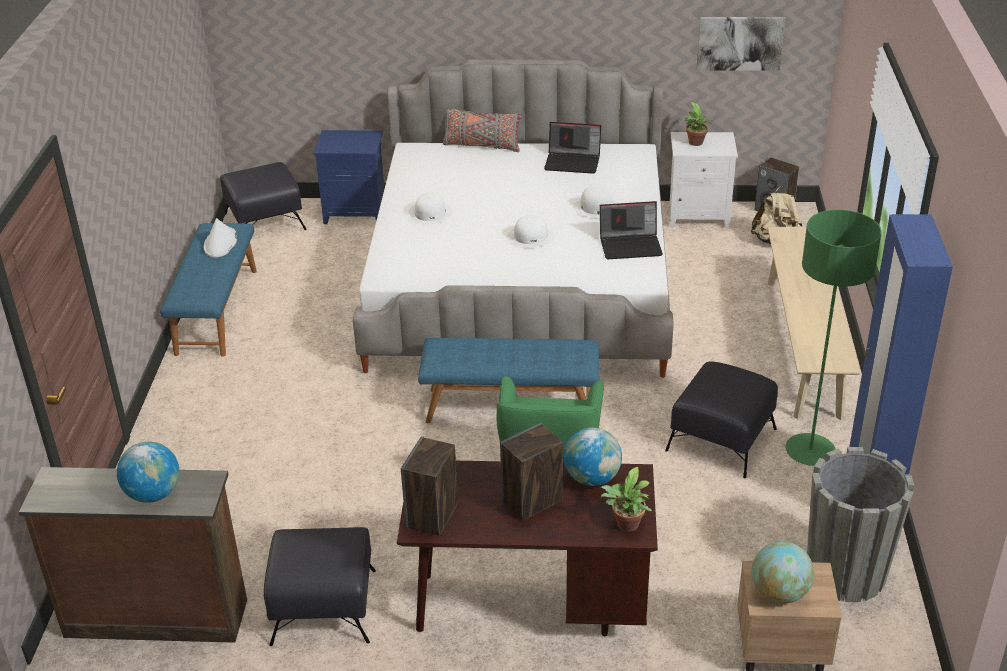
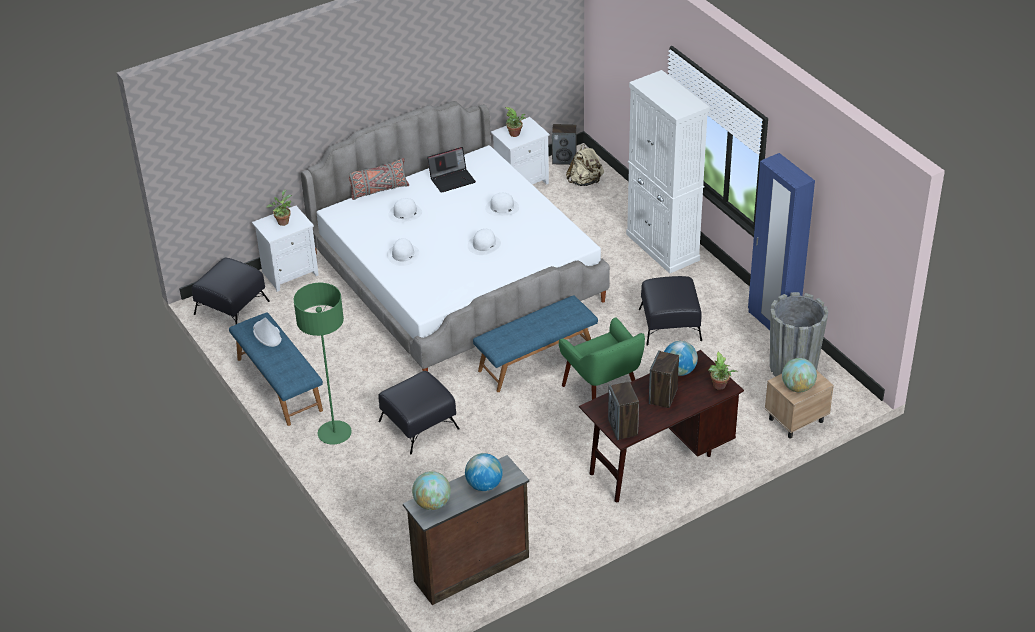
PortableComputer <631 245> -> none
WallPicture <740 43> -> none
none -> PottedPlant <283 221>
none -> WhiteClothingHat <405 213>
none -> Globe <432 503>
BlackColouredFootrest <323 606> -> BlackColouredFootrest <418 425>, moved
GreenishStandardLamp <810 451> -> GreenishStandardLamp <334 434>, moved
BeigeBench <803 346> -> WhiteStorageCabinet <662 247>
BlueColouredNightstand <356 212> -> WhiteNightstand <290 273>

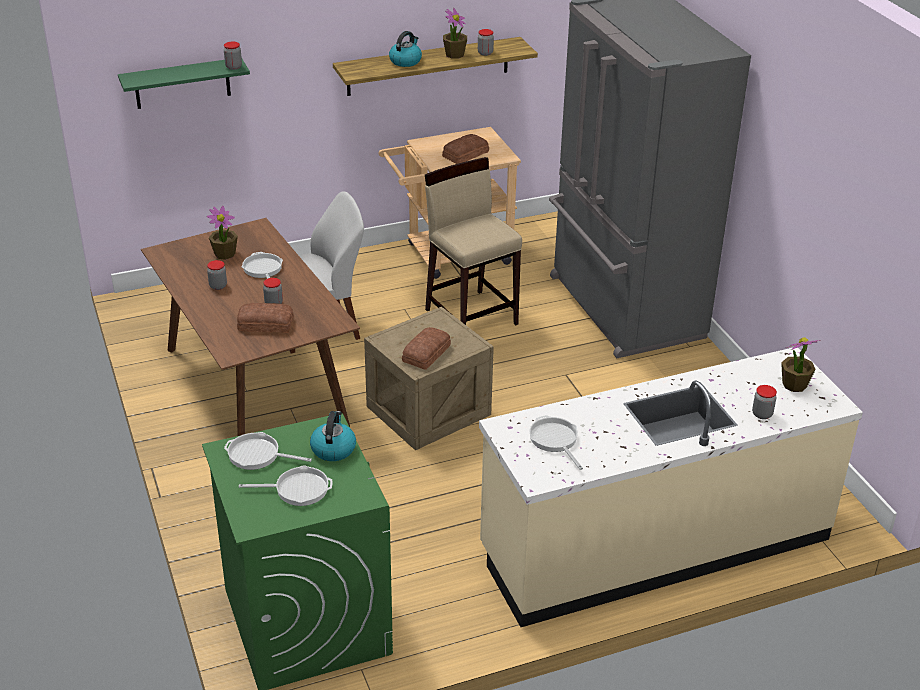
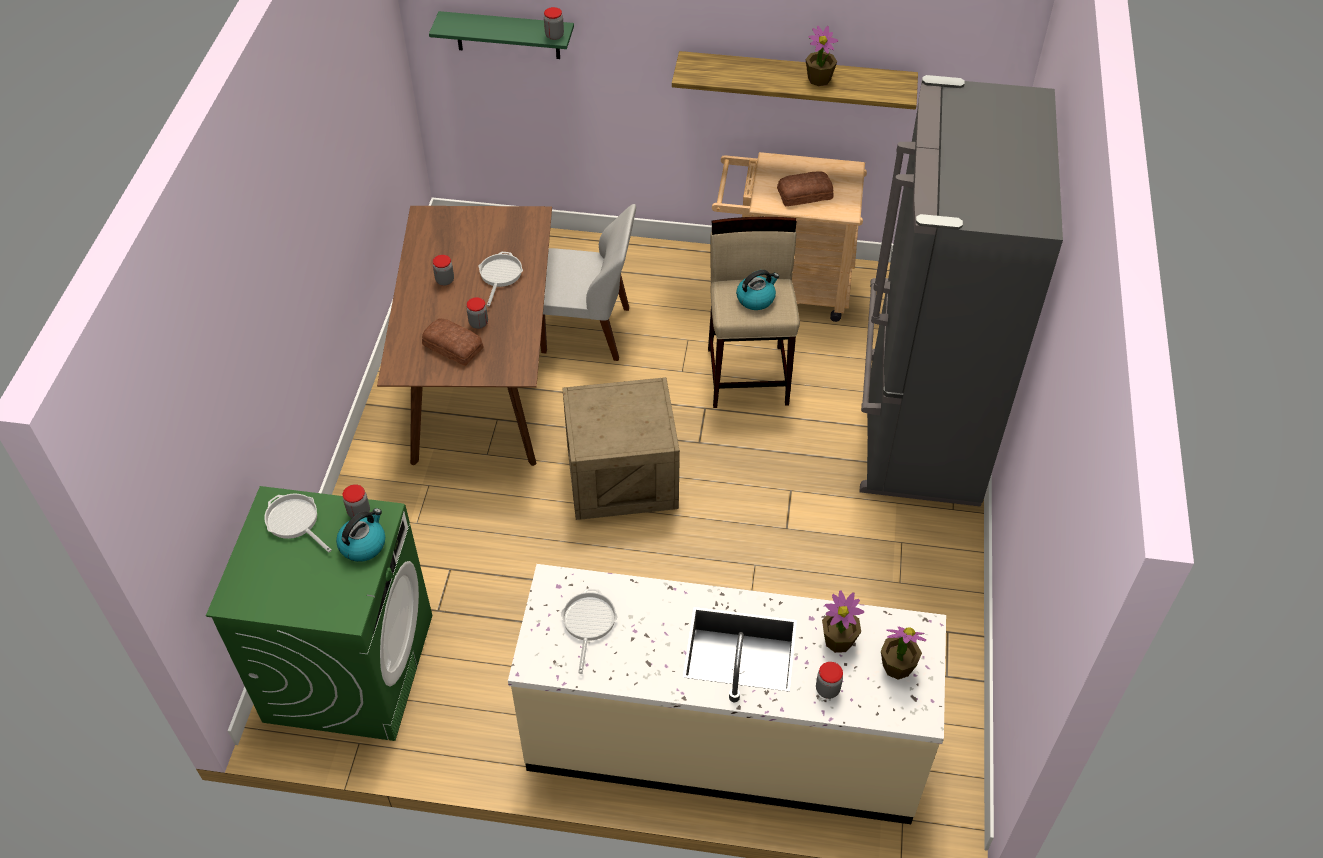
FryingPan <298 489> -> none
Bread <427 353> -> none
PottedPlant <225 254> -> PottedPlant <838 640>, moved
WaterKettle <405 61> -> WaterKettle <756 298>, moved
StorageJar <485 53> -> StorageJar <359 512>, moved

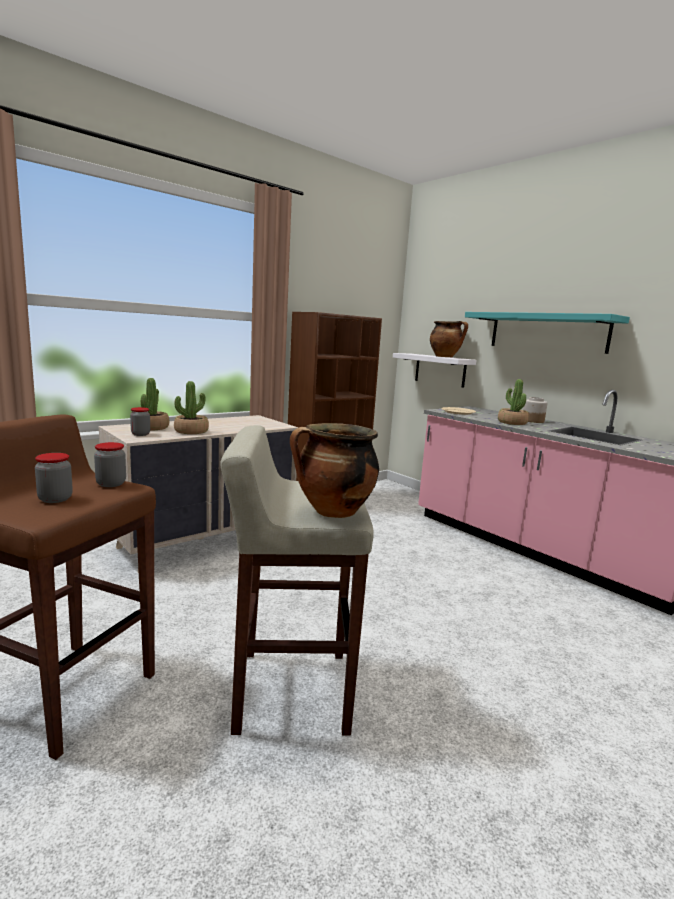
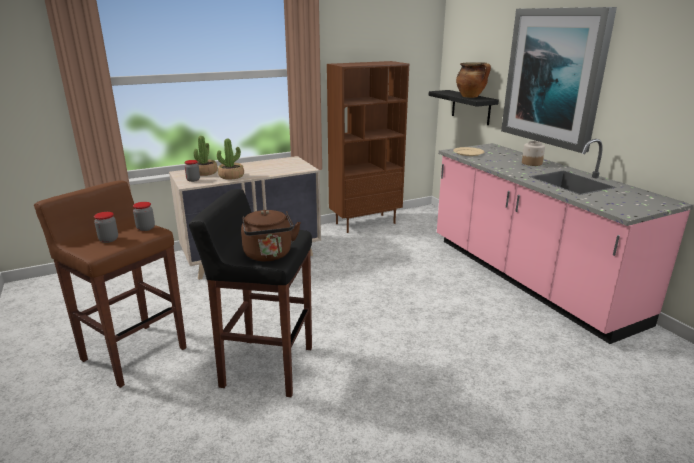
PottedPlant <512 423> -> none
CookingPot <333 512> -> BrownColouredWaterKettle <269 255>
TurquoiseColouredShelf <547 332> -> WallPicture <554 77>
BeigeStoolSeat <290 690> -> BlackColouredStoolSeat <266 366>
WhiteShelf <440 370> -> BlackColouredShelf <471 107>

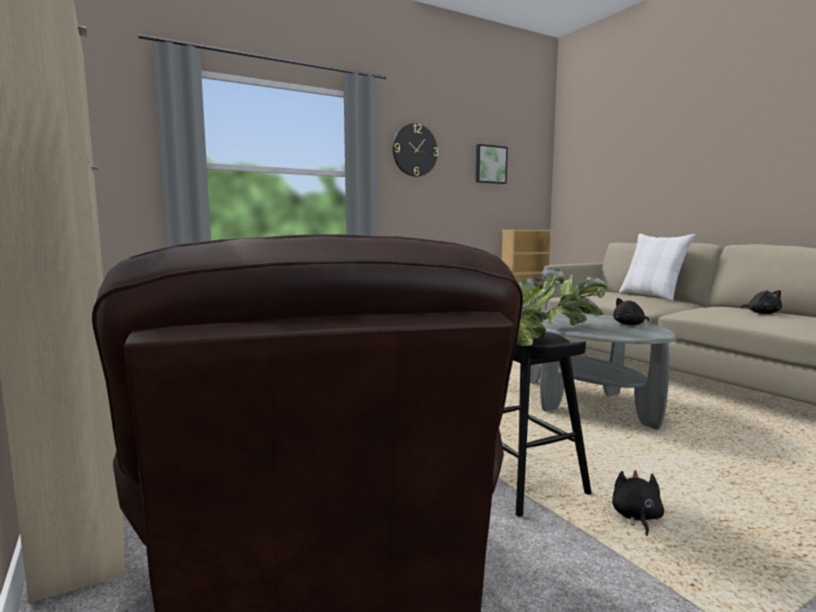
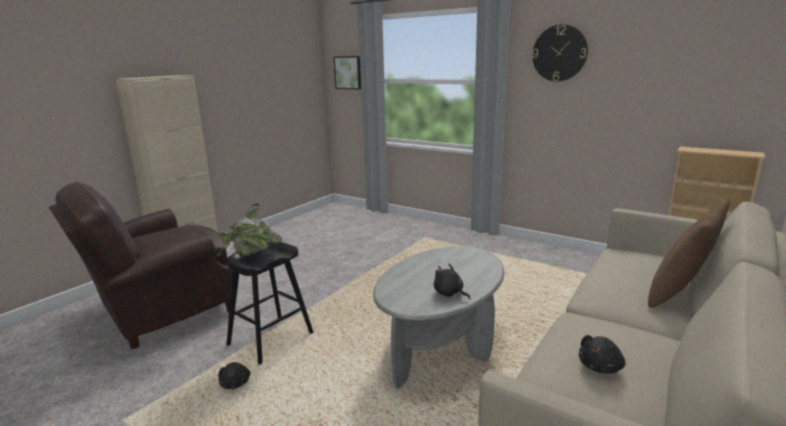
PottedPlant <574 327> -> none
WallPicture <490 164> -> WallPicture <348 72>, moved
WhiteCushion <651 296> -> BrownColouredCushion <679 294>
BlackColouredPlushToy <636 517> -> BlackColouredPlushToy <236 383>, 90 degrees clockwise

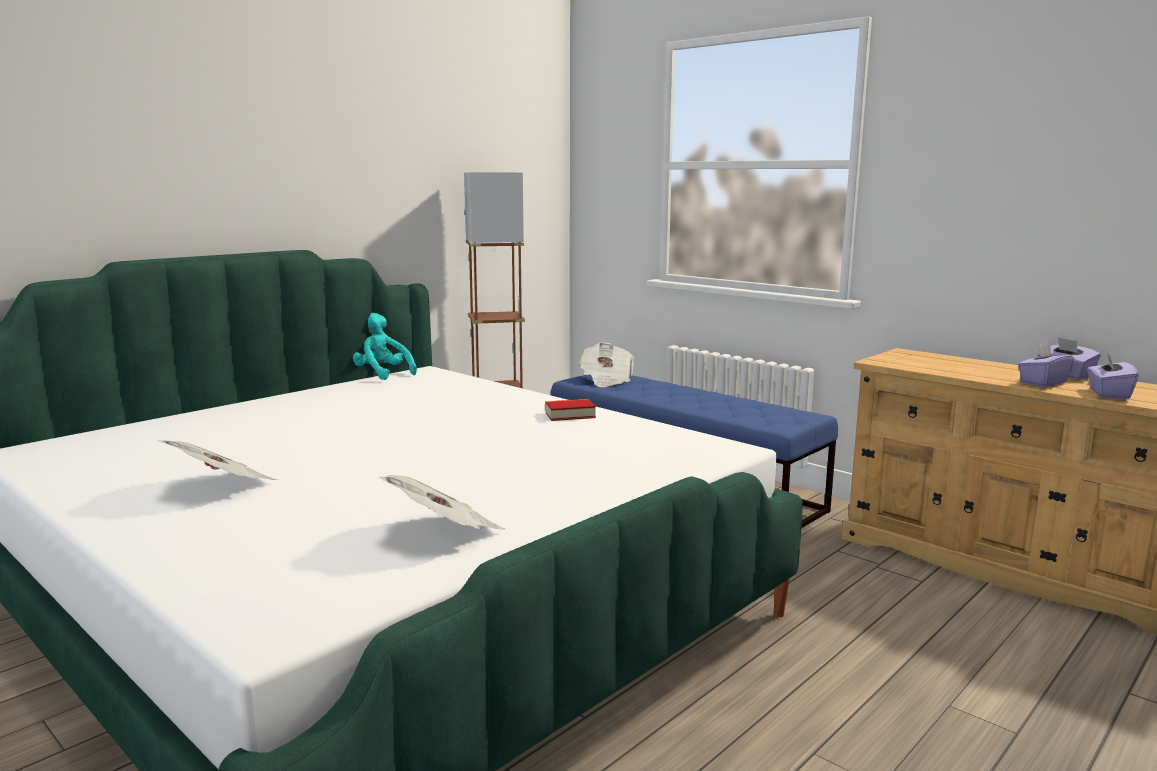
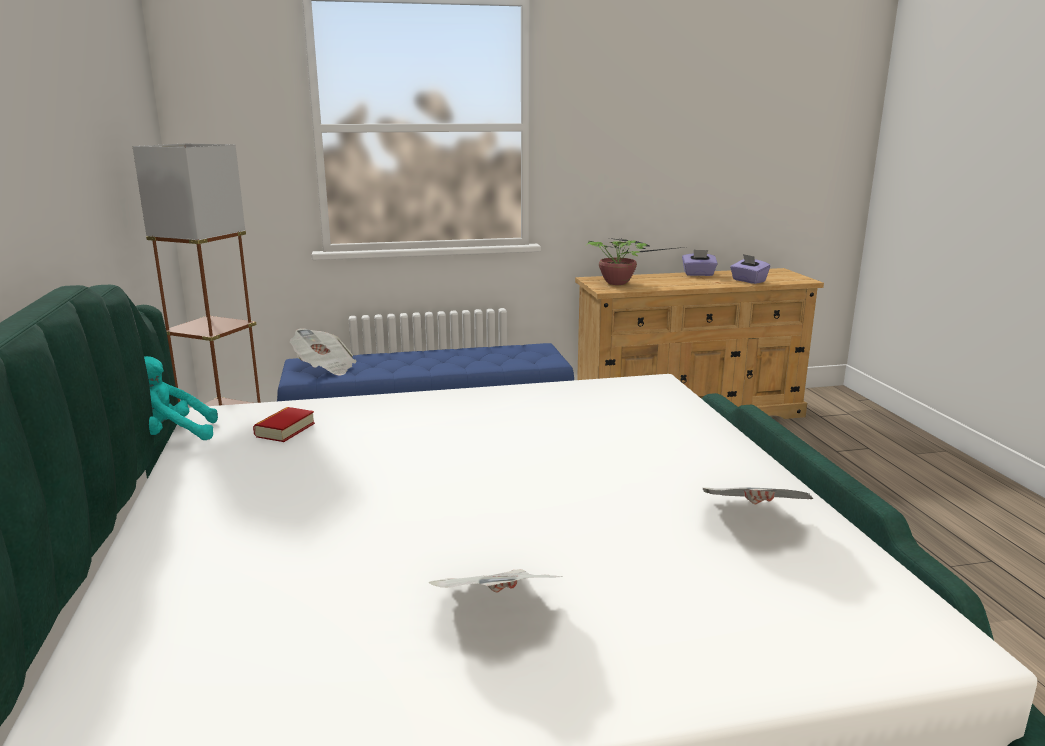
PurplishBoxOfTissues <1042 382> -> none
none -> PottedPlant <619 283>
Book <570 415> -> Book <285 430>, moved

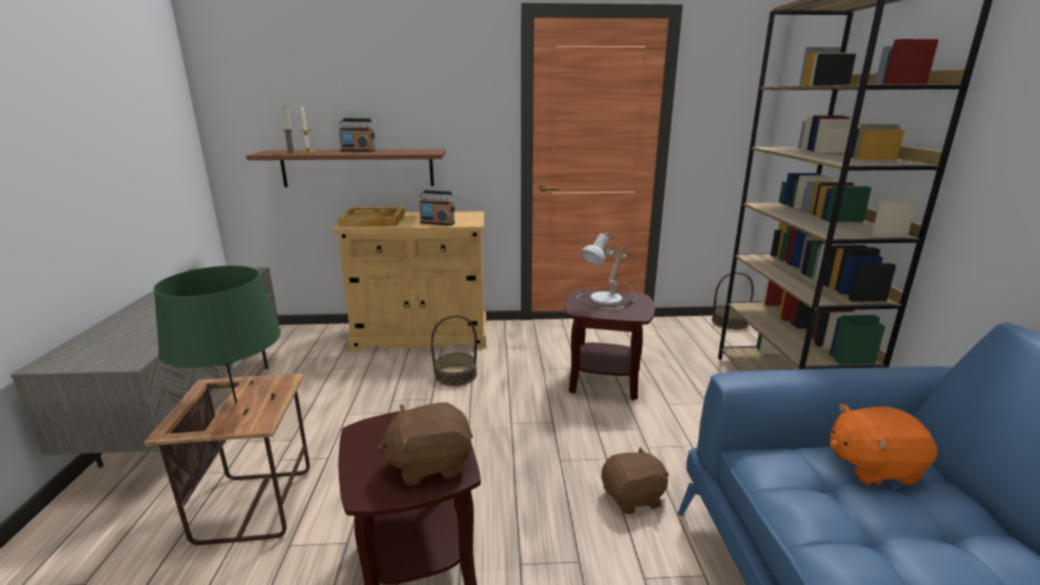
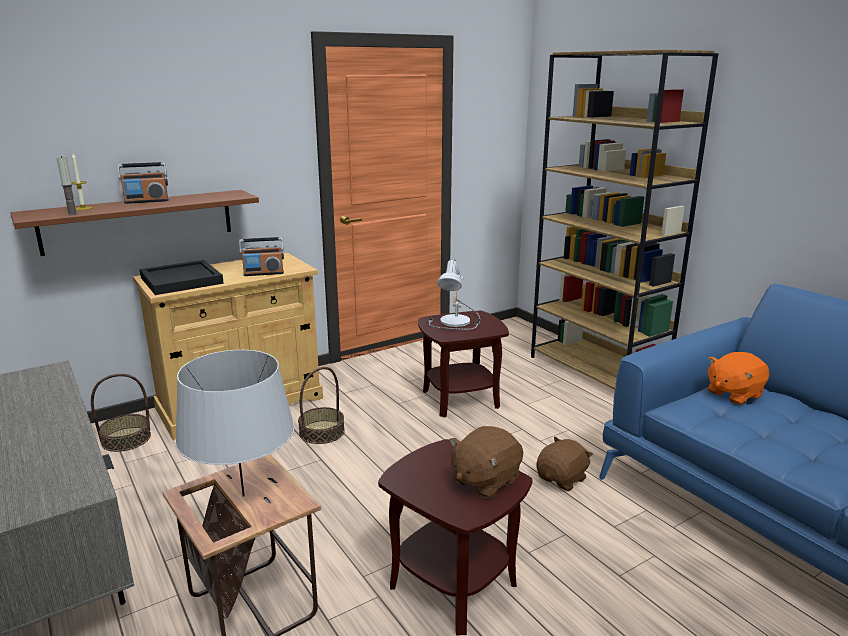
HouseholdBasket <729 322> -> HouseholdBasket <126 439>, moved
GreenishTableLamp <236 402> -> GreyTableLamp <244 496>
BeigeCarryingTray <373 220> -> BlackColouredCarryingTray <182 280>

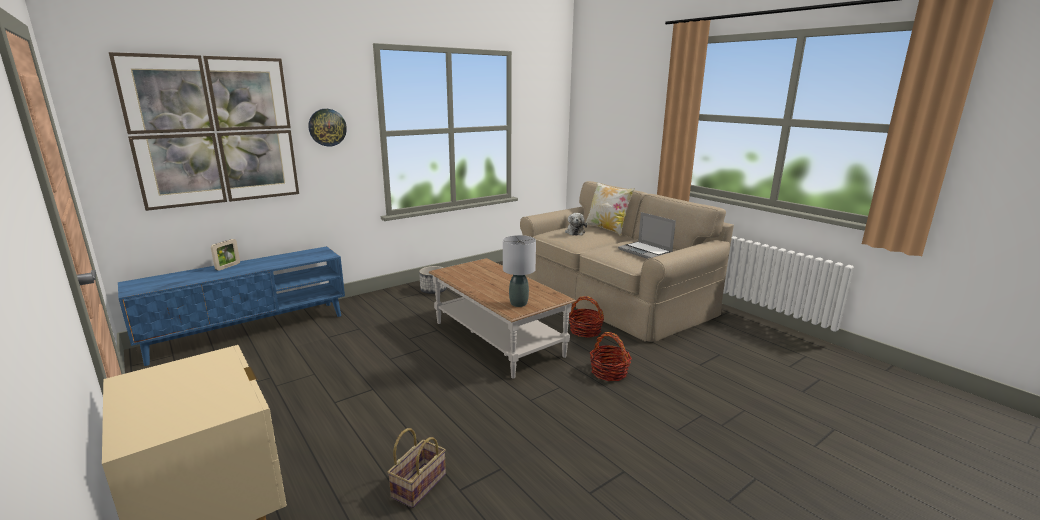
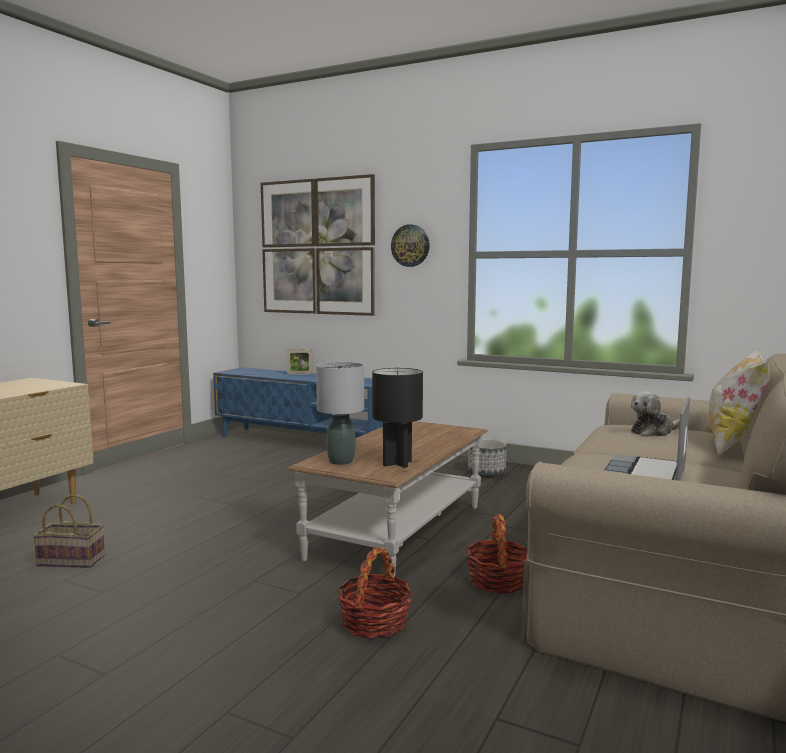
none -> BlackColouredTableLamp <396 463>

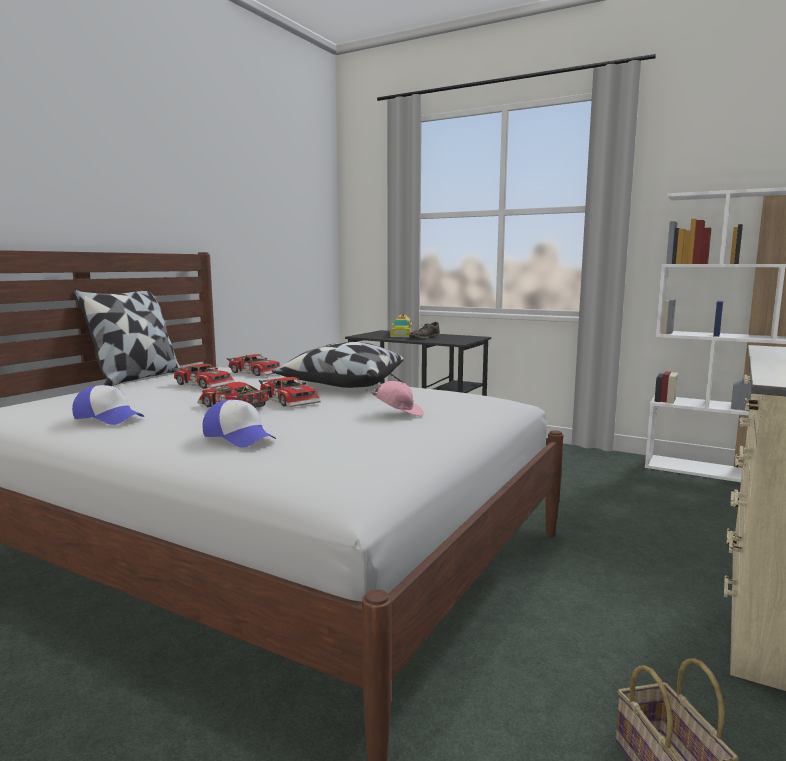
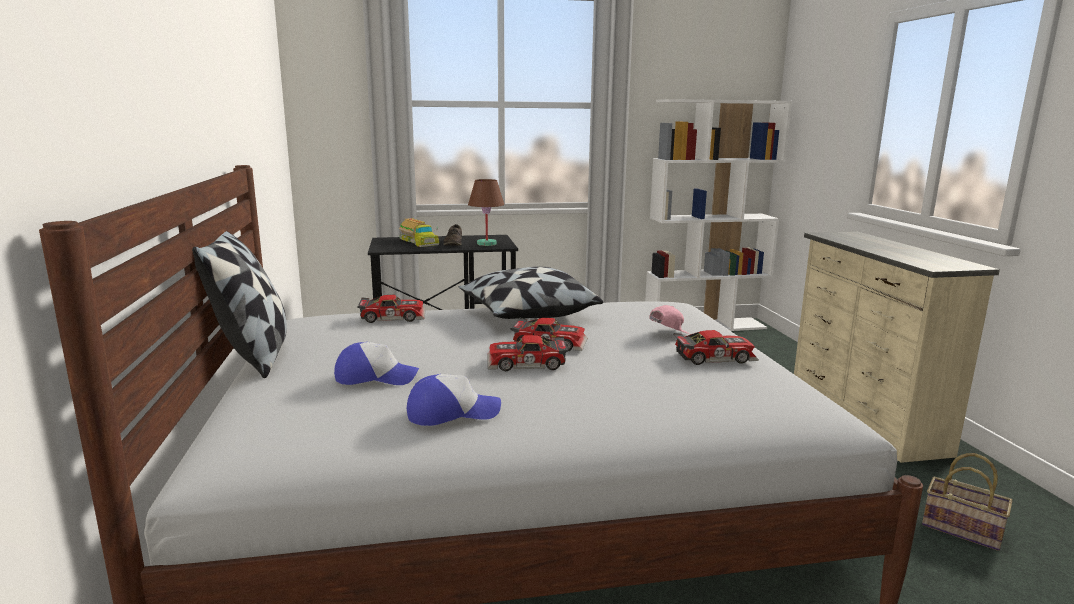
none -> BrownColouredTableLamp <486 244>
ToyCar <205 384> -> ToyCar <713 356>, moved
BaseballCap <239 437> -> BaseballCap <376 377>, moved

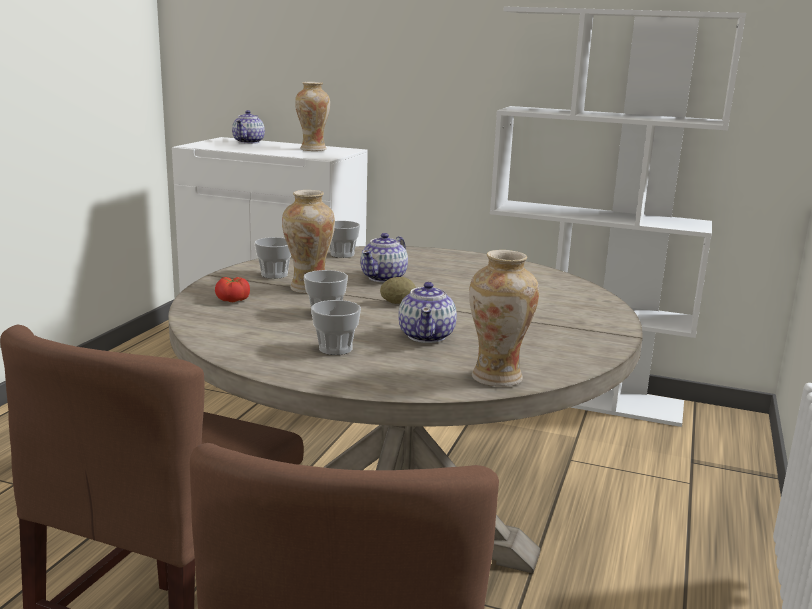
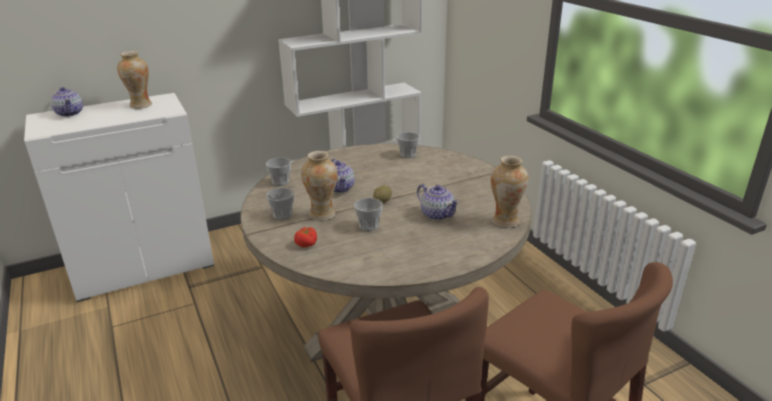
SmallCup <335 349> -> SmallCup <408 155>, moved

